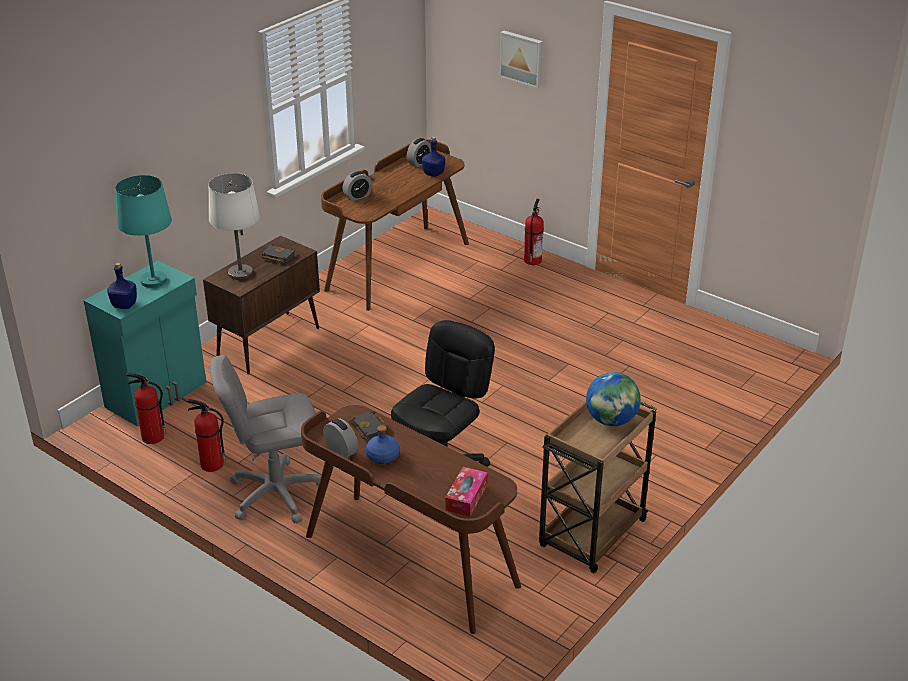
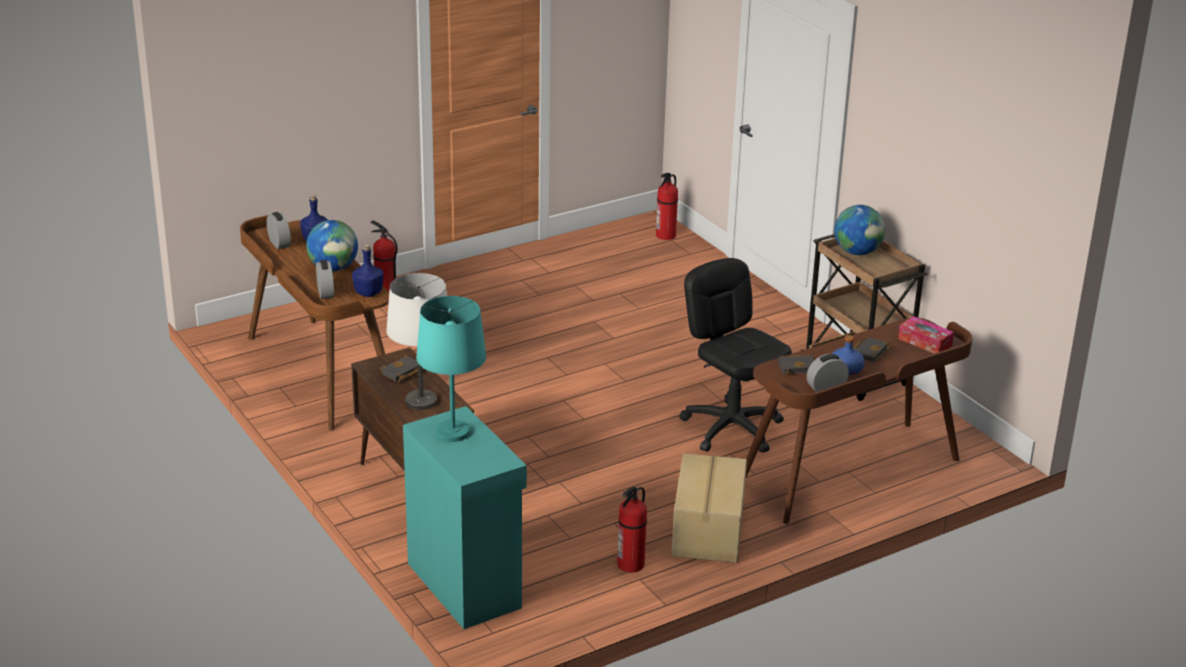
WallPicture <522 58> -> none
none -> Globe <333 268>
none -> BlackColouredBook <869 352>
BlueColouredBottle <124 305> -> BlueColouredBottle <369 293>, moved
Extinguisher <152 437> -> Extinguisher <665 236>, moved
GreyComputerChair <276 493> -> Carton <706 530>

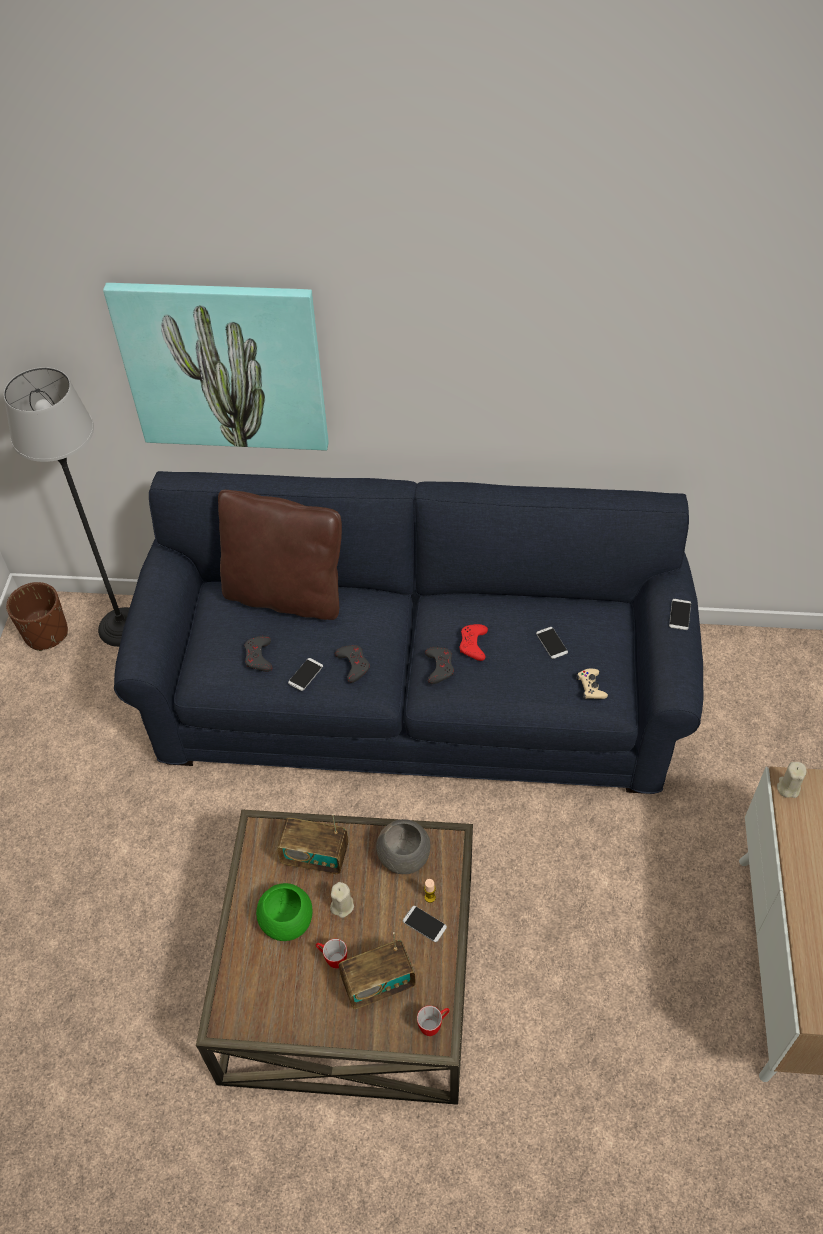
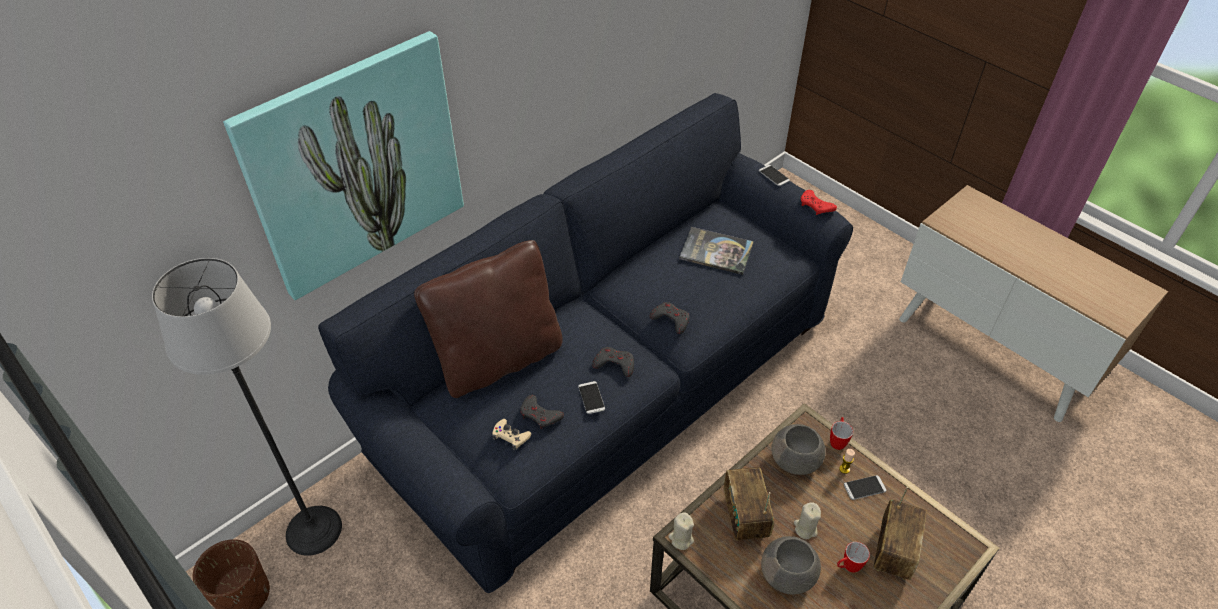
Mug <434 1025> -> Mug <837 440>, moved
RedGameController <473 644> -> RedGameController <816 206>, moved
BeigeGameController <591 687> -> BeigeGameController <511 436>, moved
BeigeCandle <788 787> -> BeigeCandle <681 539>, moved
Handset <551 643> -> Book <716 251>
GreenishDeepDish <287 921> -> GreyDeepDish <788 575>
Radio <315 857> -> Radio <745 516>, 120 degrees clockwise

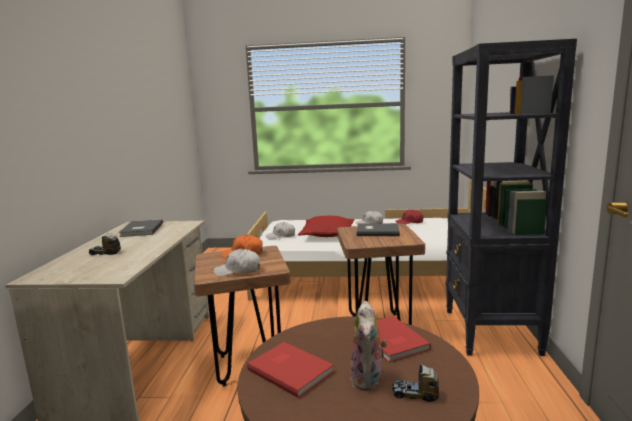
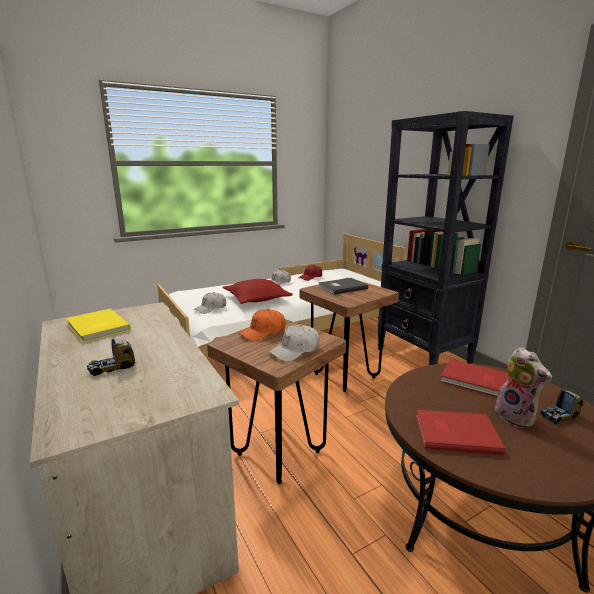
GreyBook <140 230> -> YellowBook <96 327>

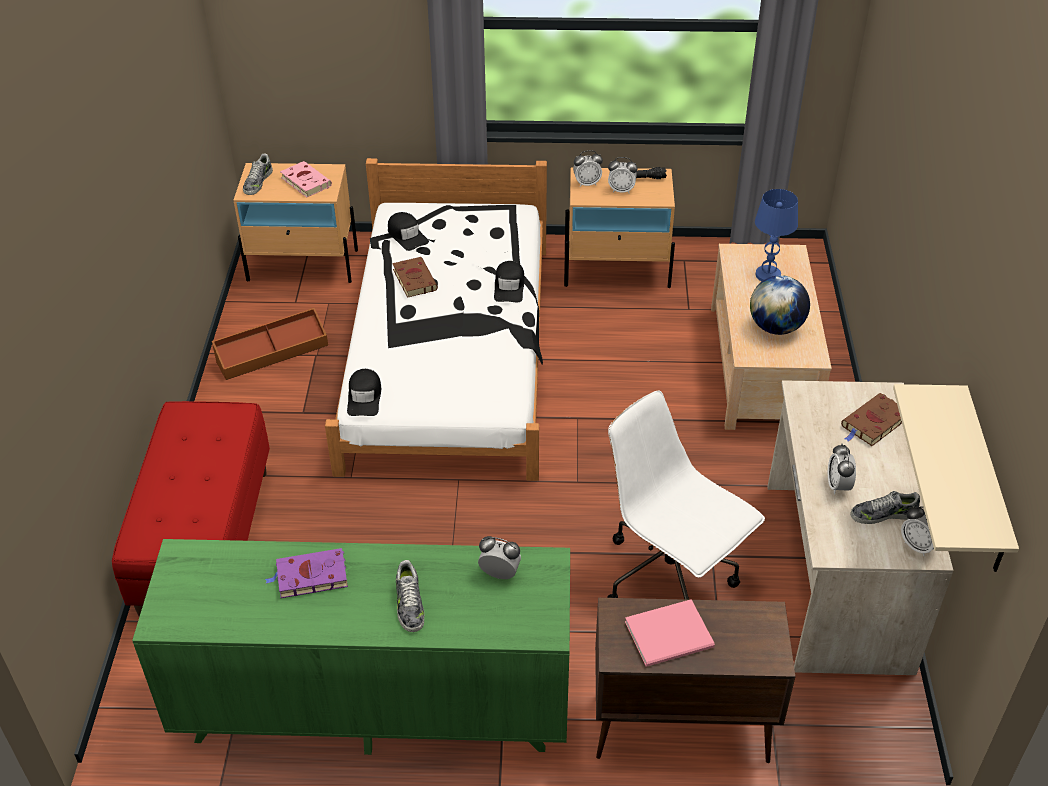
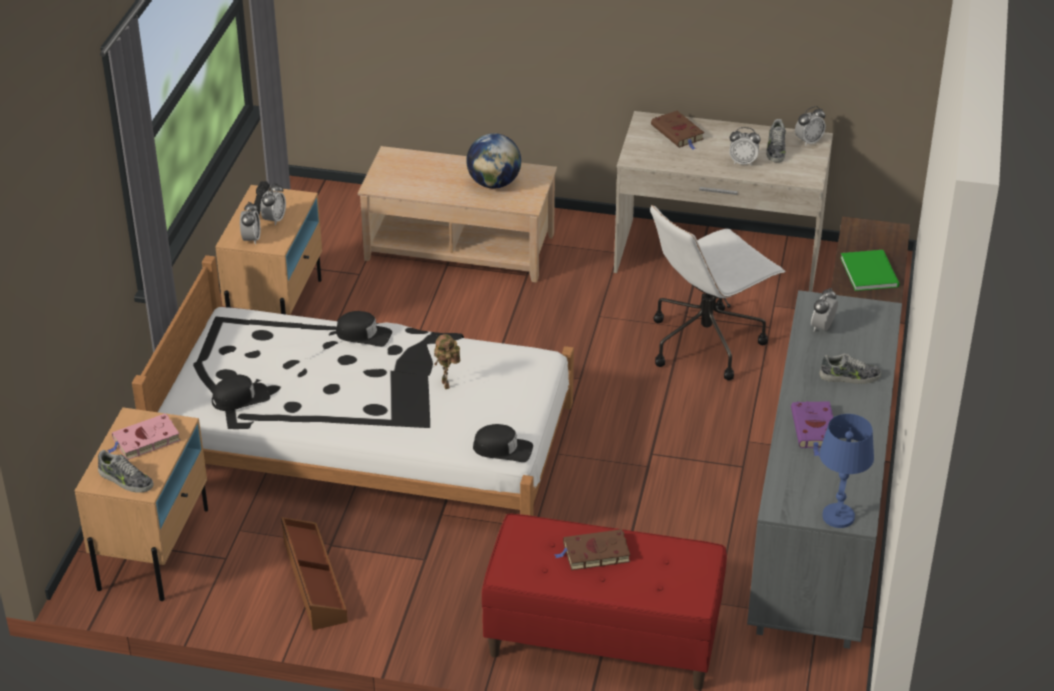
BeigeShelf <984 483> -> none
none -> ToyRobot <447 385>
BrownColouredBook <414 279> -> BrownColouredBook <594 553>, moved
BlueColouredTableLamp <768 275> -> BlueColouredTableLamp <838 516>, moved
GreenishChestOfDrawers <373 704> -> GreyChestOfDrawers <818 530>
PinkishBook <672 636> -> GreenishBook <870 271>

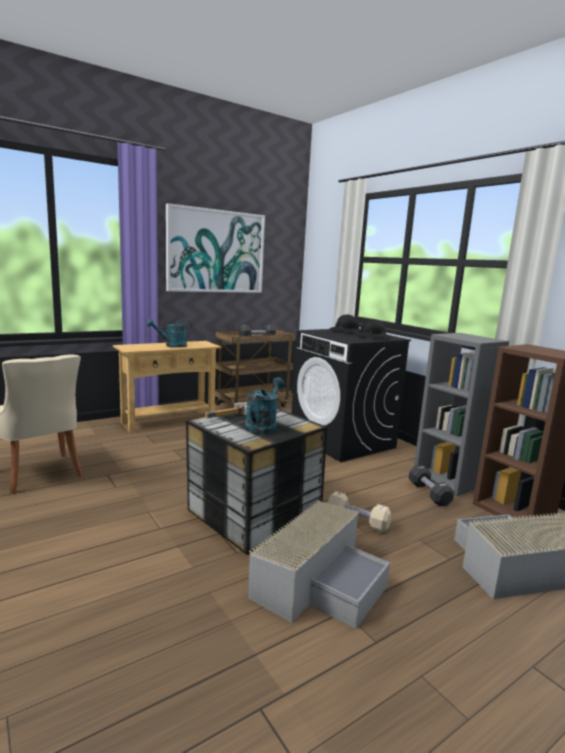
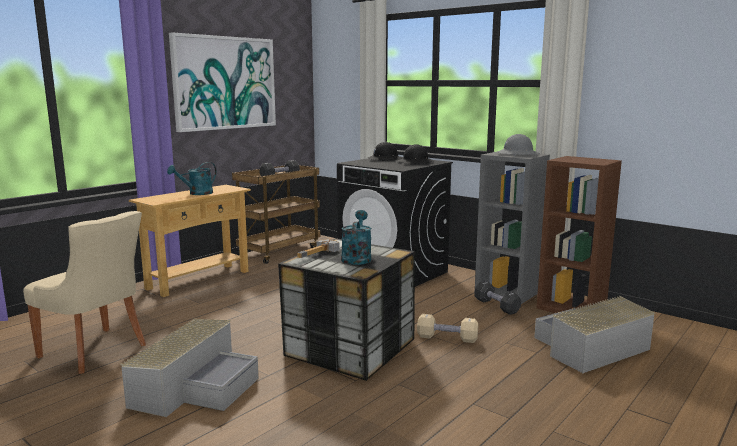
none -> GreySafetyHelmet <517 154>
GreyStorageBin <319 581> -> GreyStorageBin <196 385>, moved

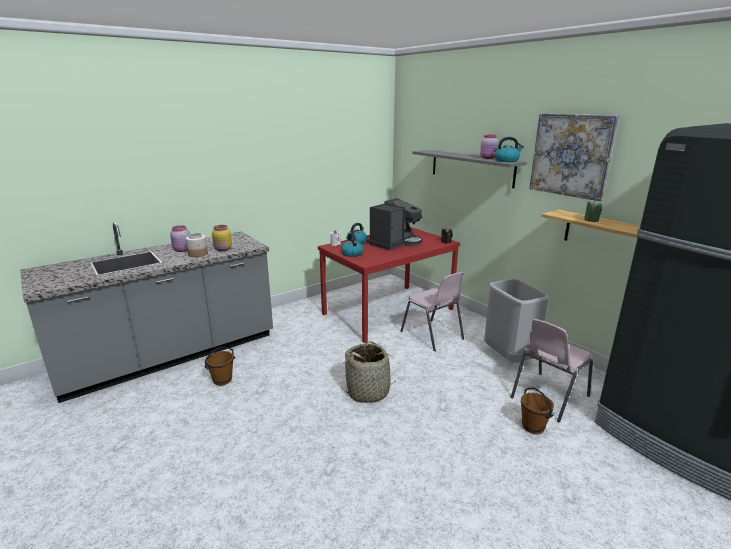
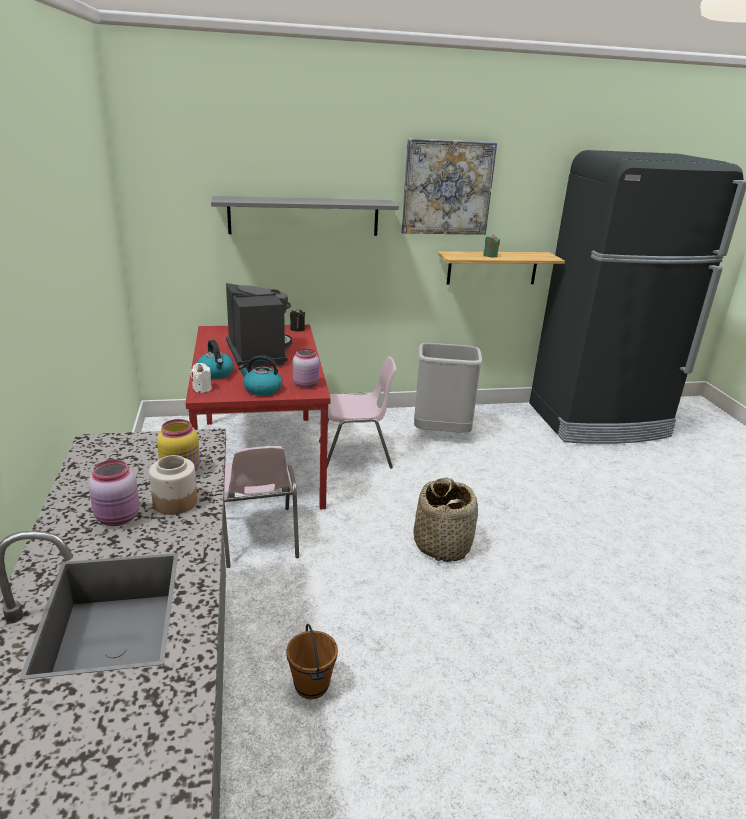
WaterKettle <507 160> -> none
BrownColouredBucket <533 427> -> none
PinkishStorageJar <488 158> -> PinkishStorageJar <306 384>, moved
PinkishChair <548 397> -> PinkishChair <258 537>, moved

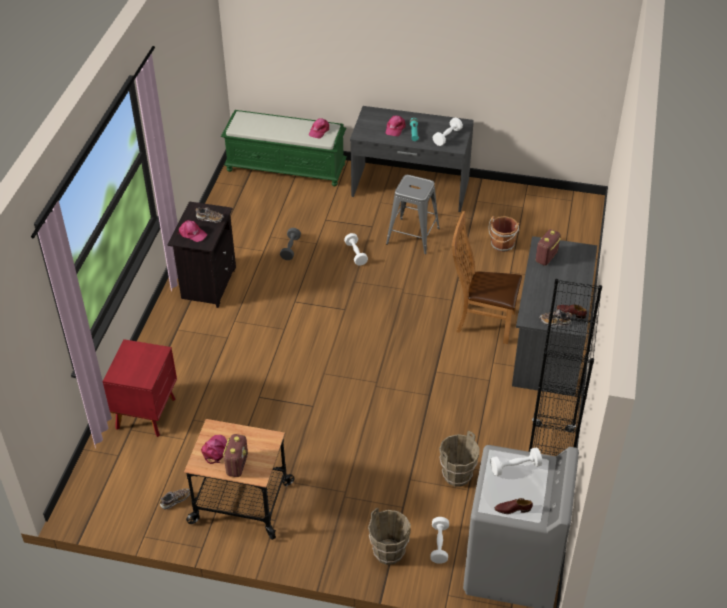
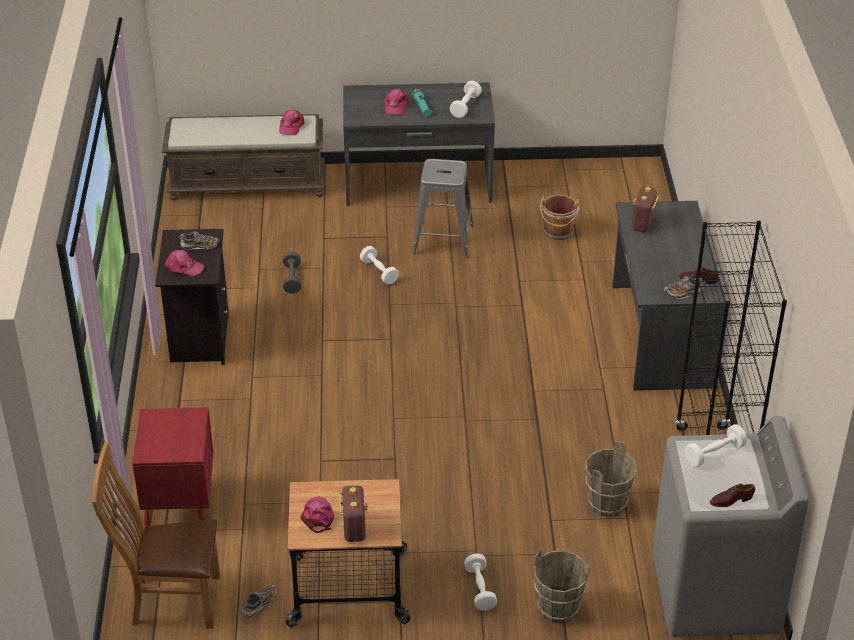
WhiteHandWeight <439 544> -> WhiteHandWeight <480 589>, moved
BrownColouredChair <481 322> -> BrownColouredChair <170 600>, moved
GreenishBench <287 167> -> BrownColouredBench <248 184>

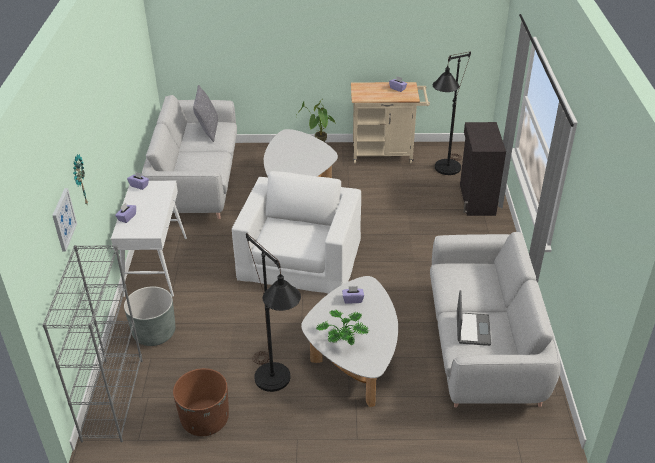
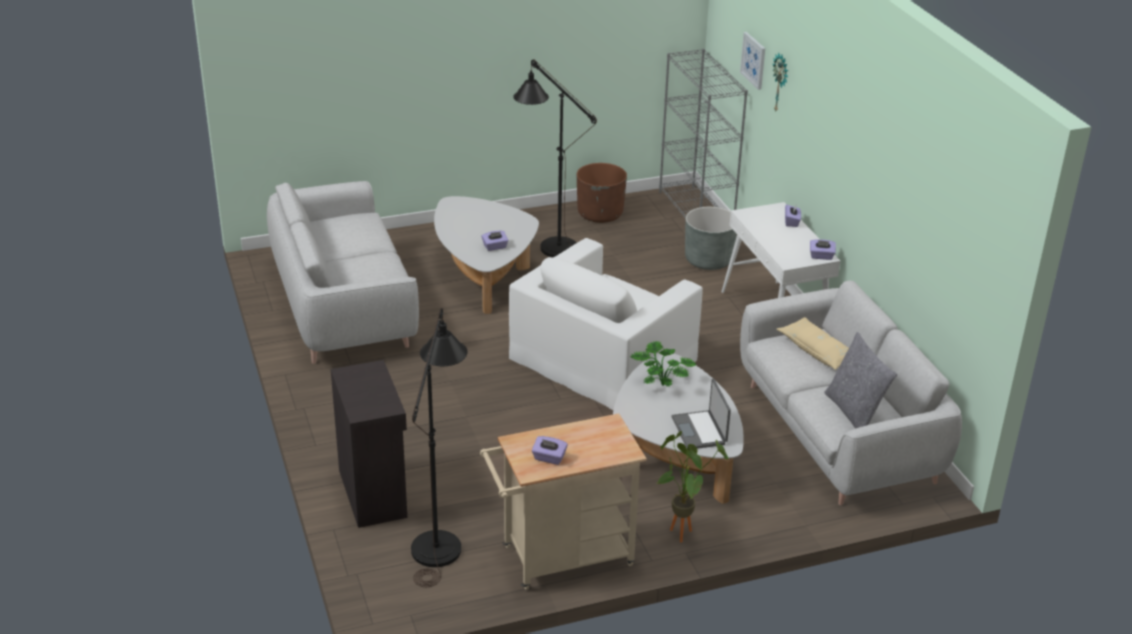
none -> BeigeCushion <818 351>
PottedPlant <343 341> -> PottedPlant <661 383>, moved
PortableComputer <472 329> -> PortableComputer <700 431>, moved
WhiteLoungeChair <300 258> -> WhiteLoungeChair <603 358>, 45 degrees clockwise

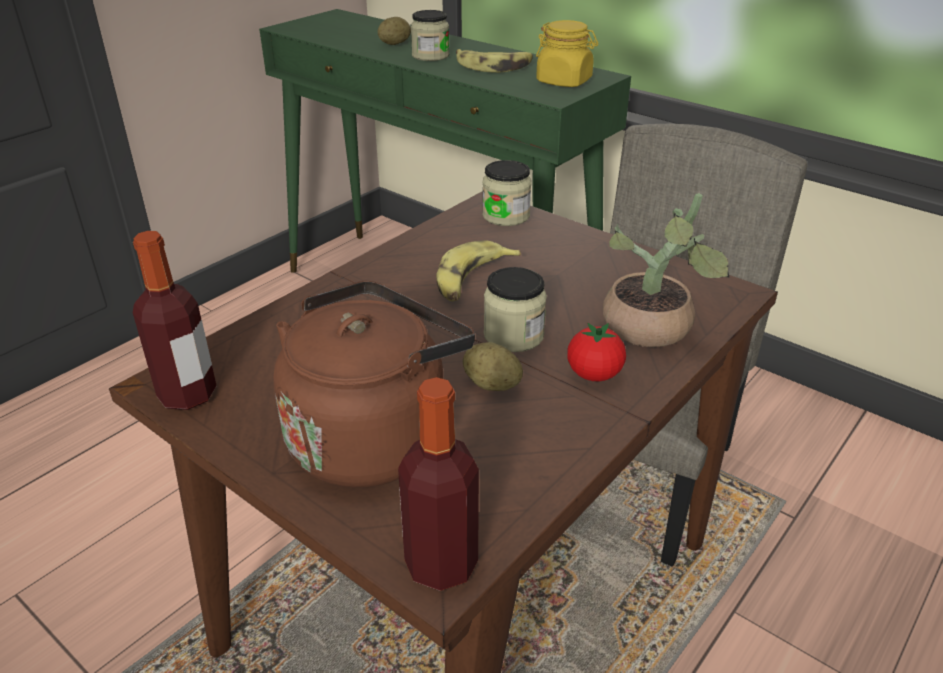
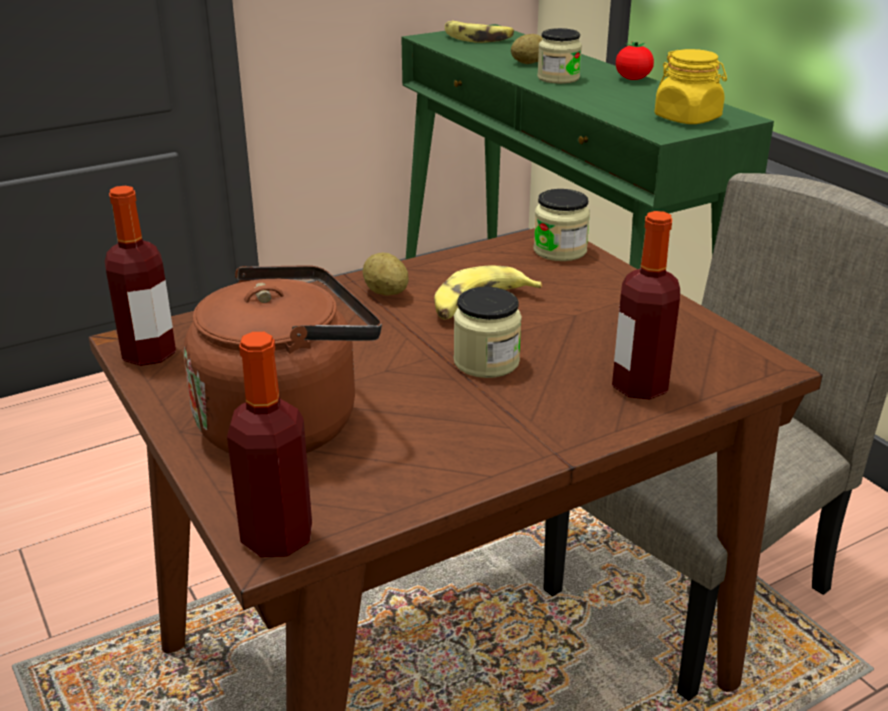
WholeBanana <494 66> -> WholeBanana <478 38>, moved
Spud <492 385> -> Spud <386 293>, moved
WholeTomato <594 374> -> WholeTomato <633 79>, moved
PottedPlant <652 332> -> Bottle <639 386>

